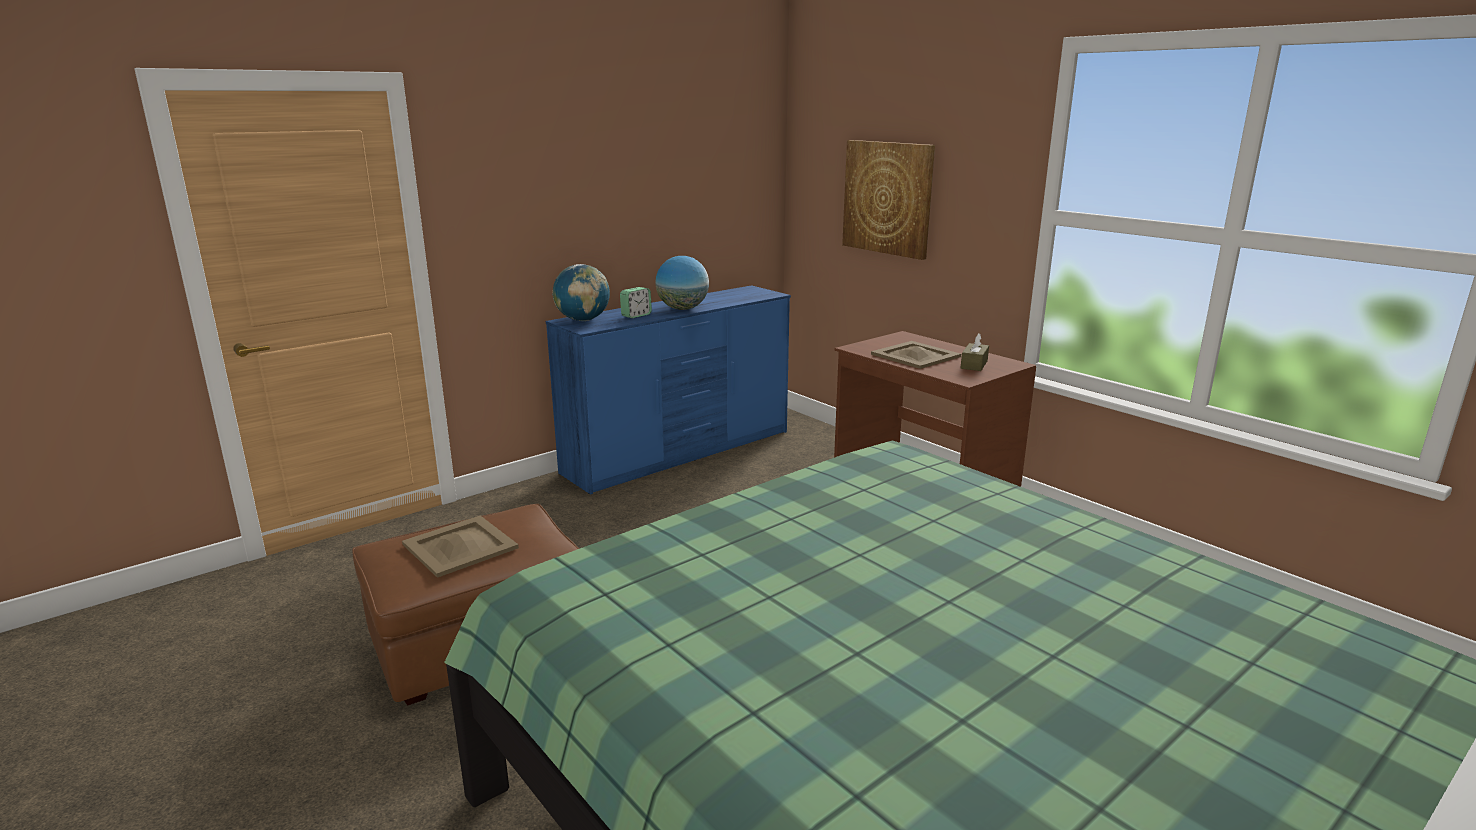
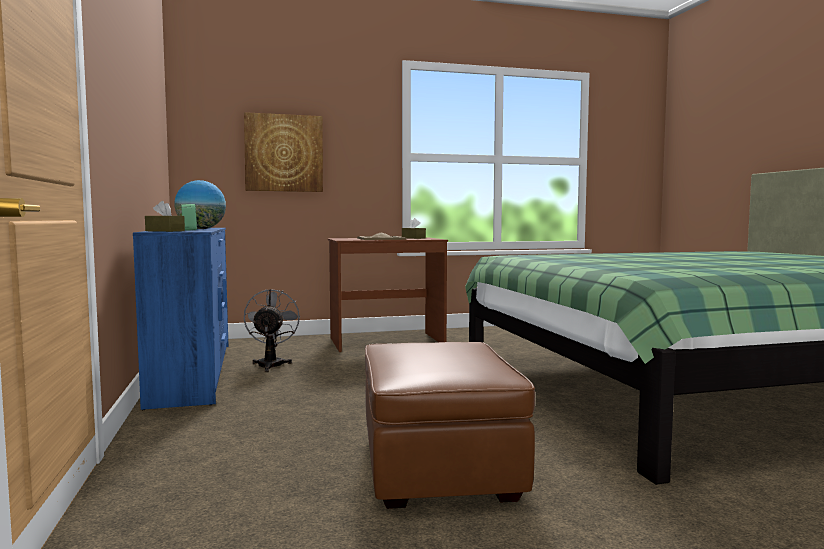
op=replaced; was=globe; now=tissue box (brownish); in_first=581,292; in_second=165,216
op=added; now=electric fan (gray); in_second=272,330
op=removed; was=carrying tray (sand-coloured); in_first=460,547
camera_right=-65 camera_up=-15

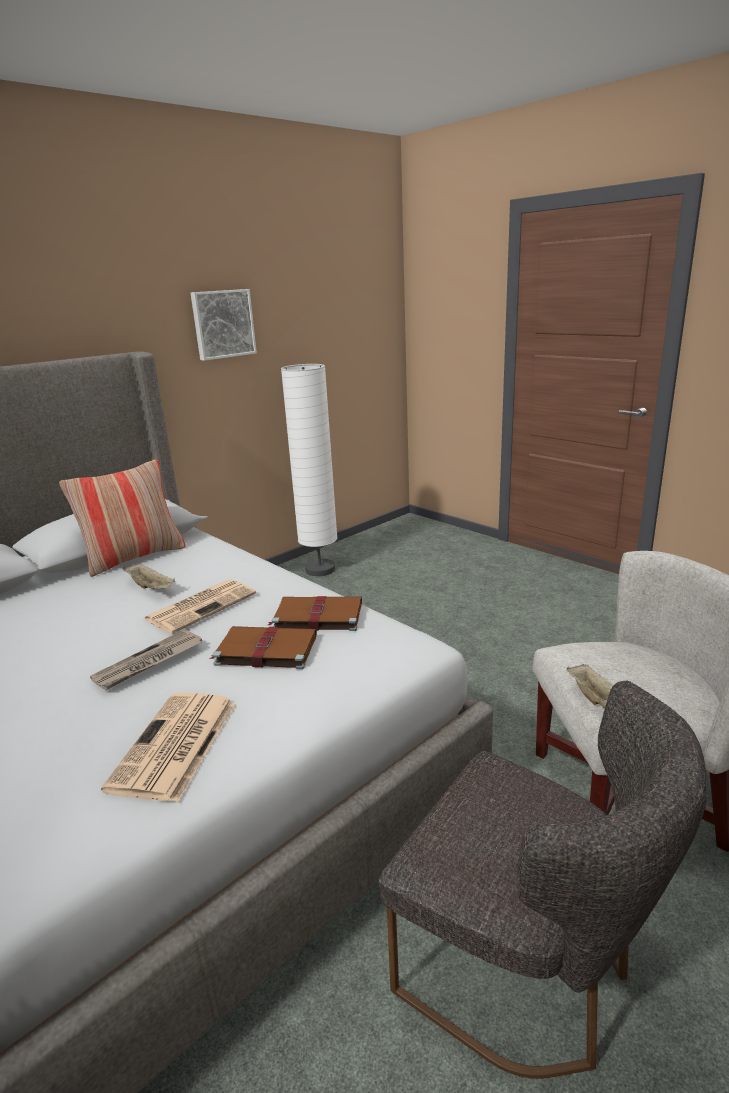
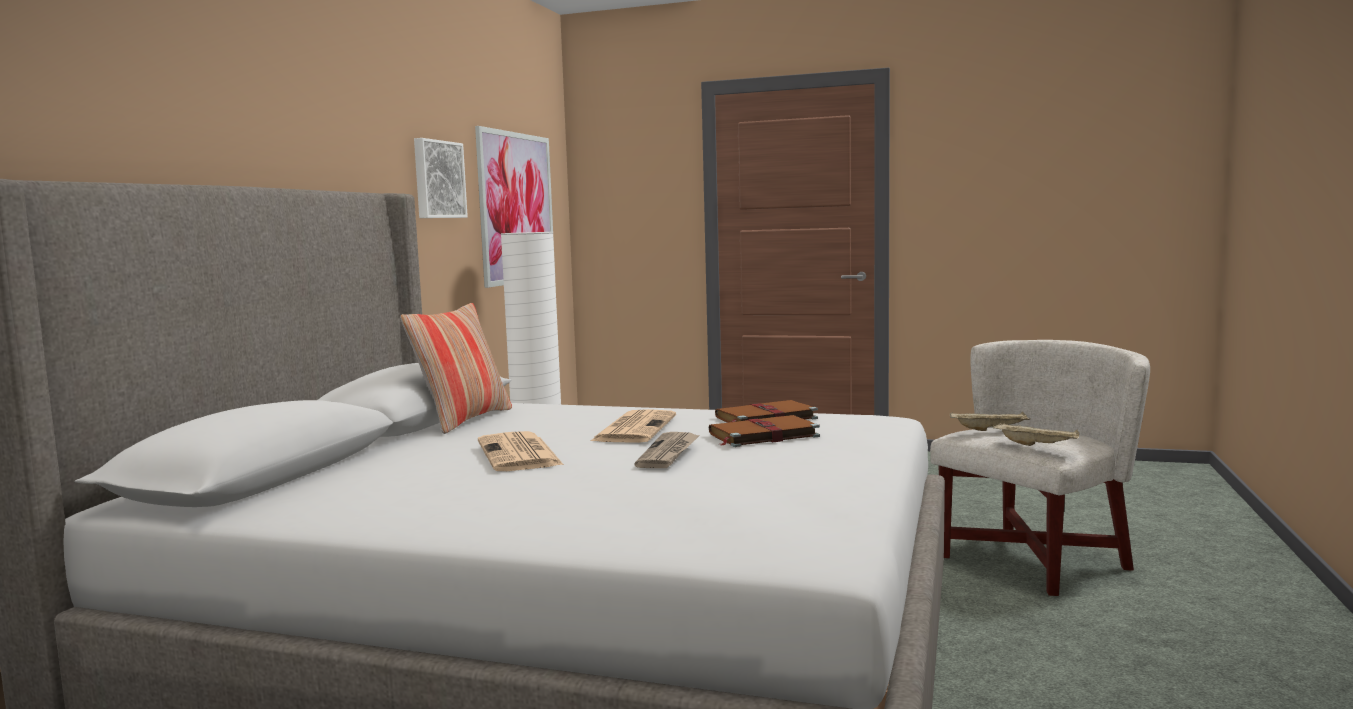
op=added; now=wall picture; in_second=515,207
op=moved; was=daily paper; in_first=168,747; in_second=521,451
op=moved; was=carrying tray (sand-coloured); in_first=149,576; in_second=990,421
op=removed; was=plain chair (gray); in_first=542,880
camera_right=-30 camera_up=-15

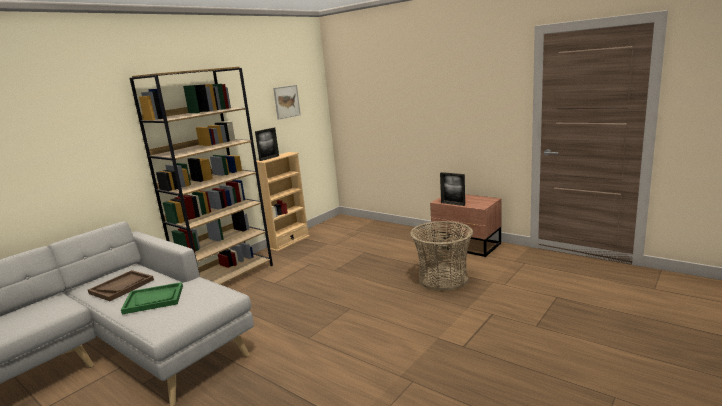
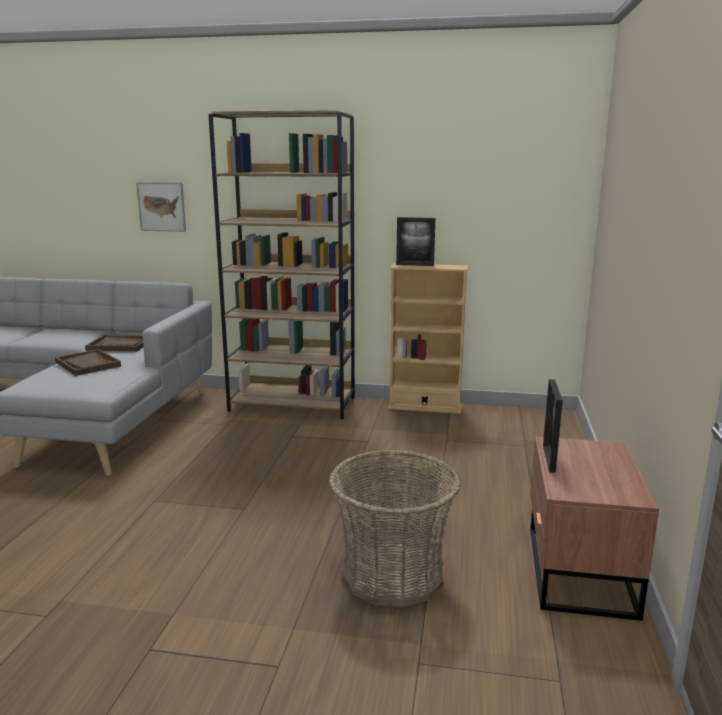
op=recoloured; was=carrying tray (green); now=carrying tray (brownish); in_first=152,298; in_second=88,362
op=moved; was=wall picture; in_first=287,102; in_second=161,207
camera_right=60 camera_up=0

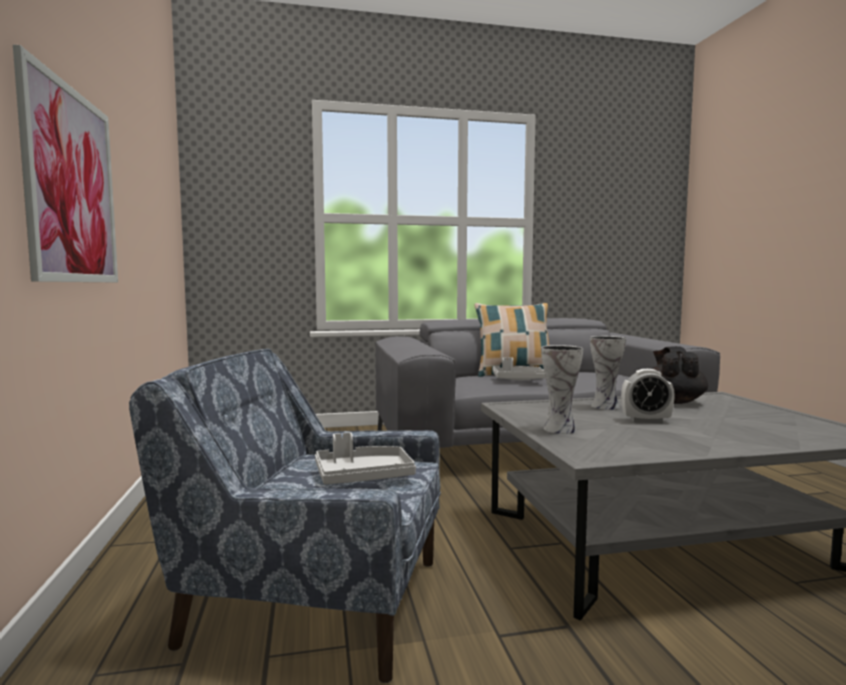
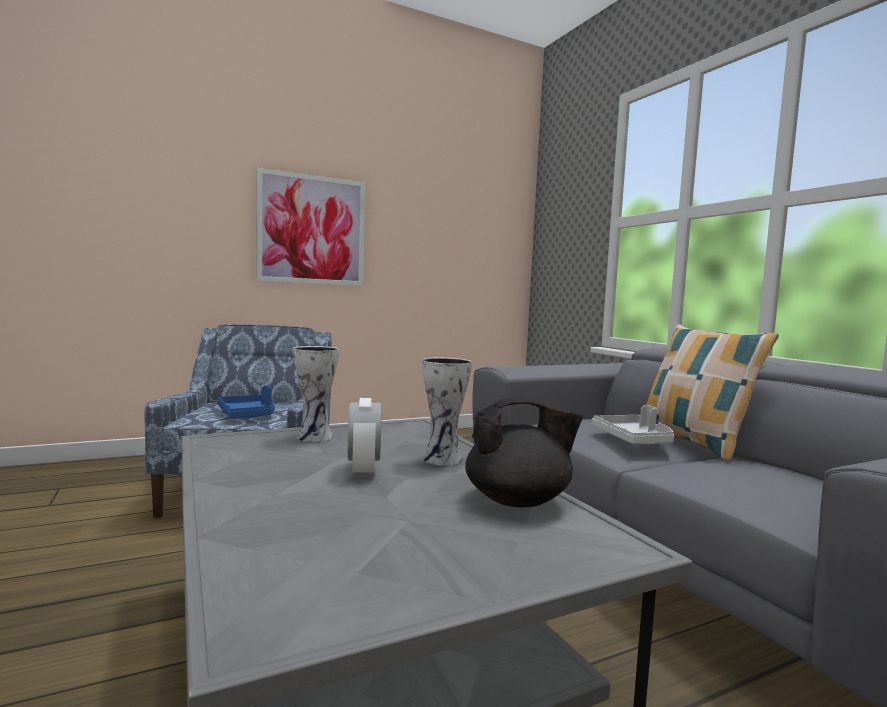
op=recoloured; was=carrying tray (gray); now=carrying tray (blue-coloured); in_first=365,458; in_second=246,402
camera_right=75 camera_up=0

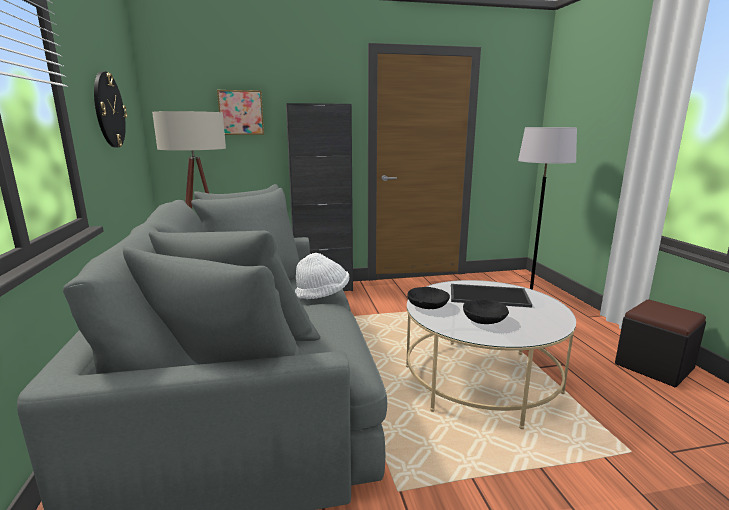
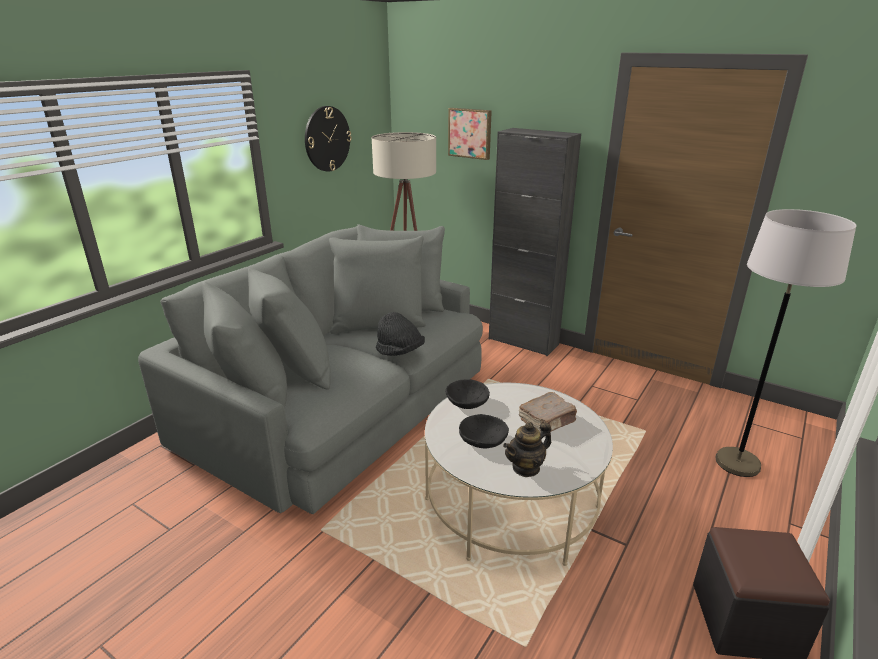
op=recoloured; was=clothing hat (whitish); now=clothing hat (black-coloured); in_first=322,276; in_second=400,334
op=added; now=tea pot; in_second=527,449
op=replaced; was=carrying tray; now=bound book (brownish); in_first=491,295; in_second=548,412
camera_right=45 camera_up=10

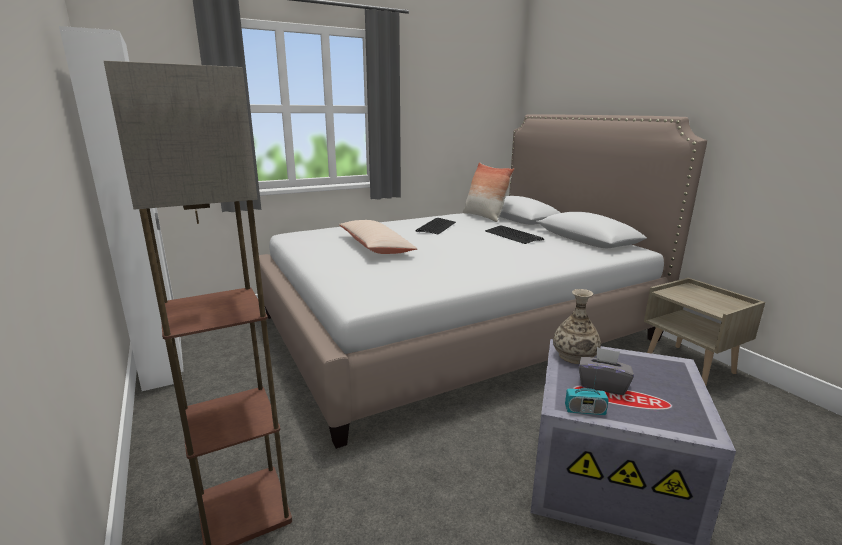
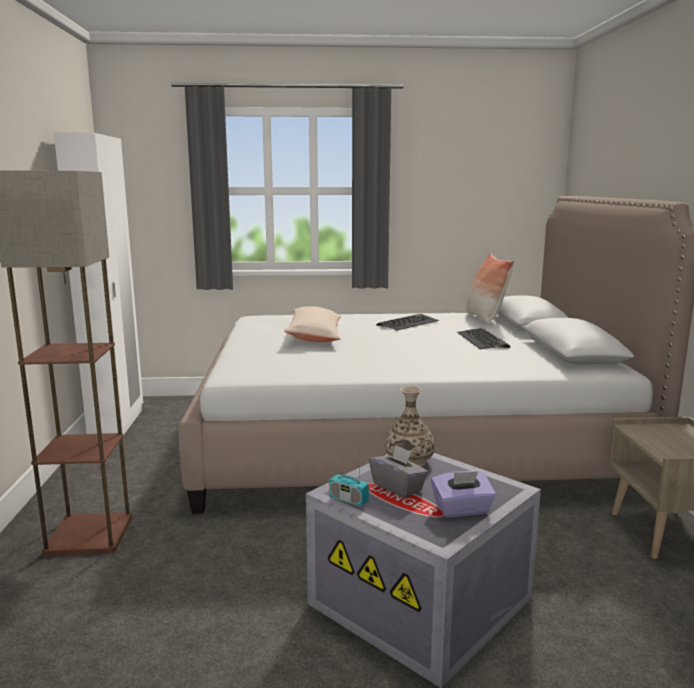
op=added; now=tissue box (purple); in_second=463,494
camera_right=25 camera_up=-5

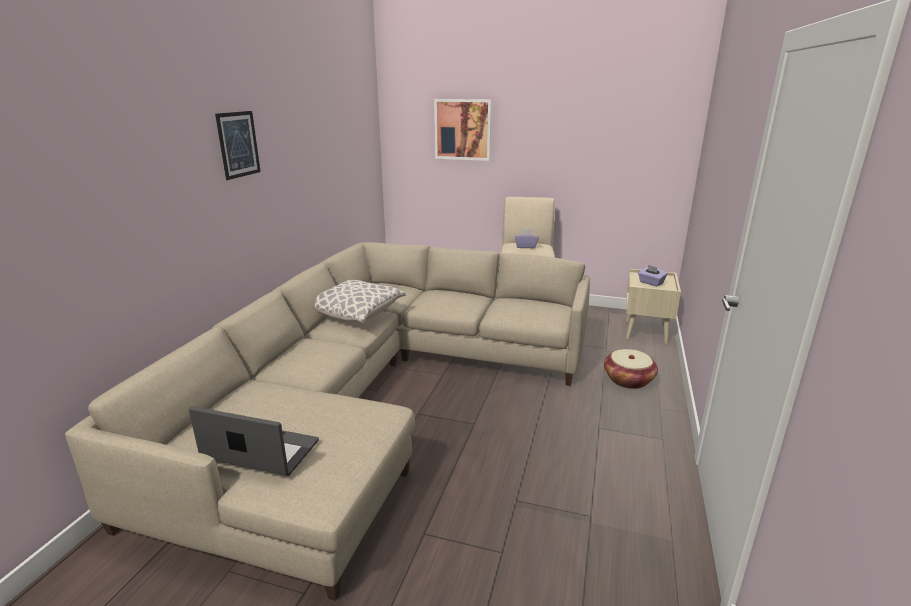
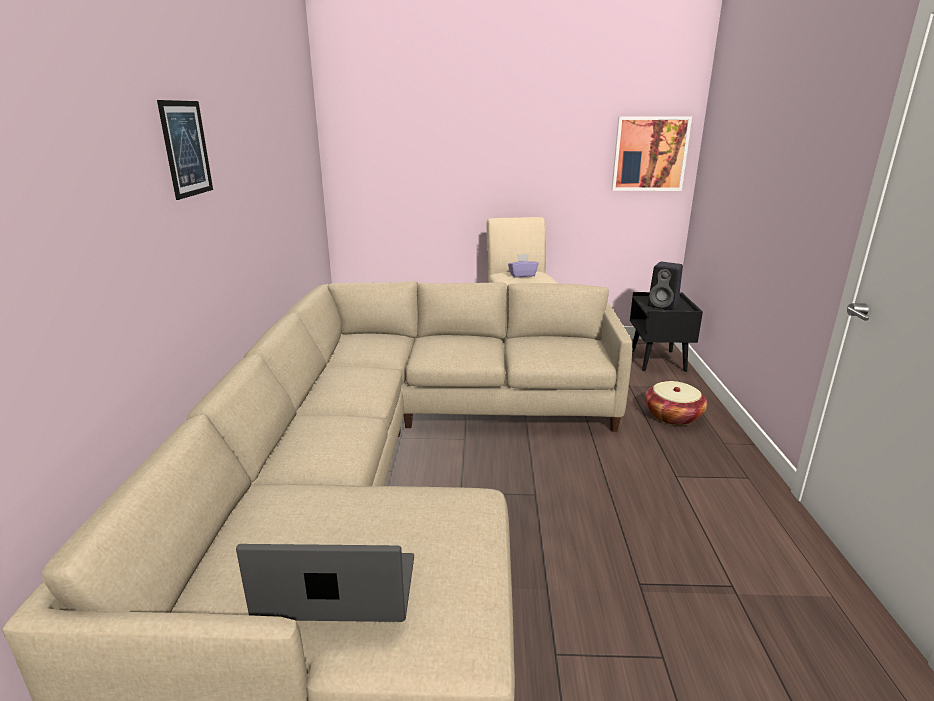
op=moved; was=wall picture; in_first=463,130; in_second=651,153
op=recoloured; was=nightstand (sand-coloured); now=nightstand (black-coloured); in_first=653,306; in_second=666,332
op=replaced; was=tissue box (purple); now=audio speaker (black-coloured); in_first=652,276; in_second=665,286
op=removed; was=cushion; in_first=360,301
camera_right=-15 camera_up=0

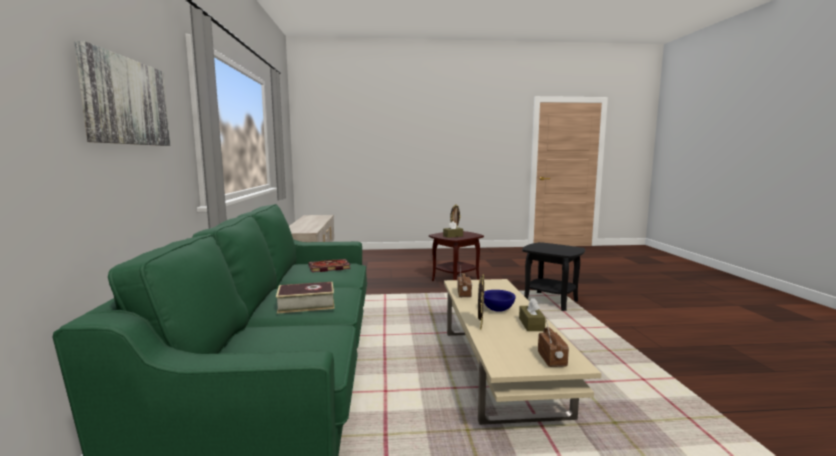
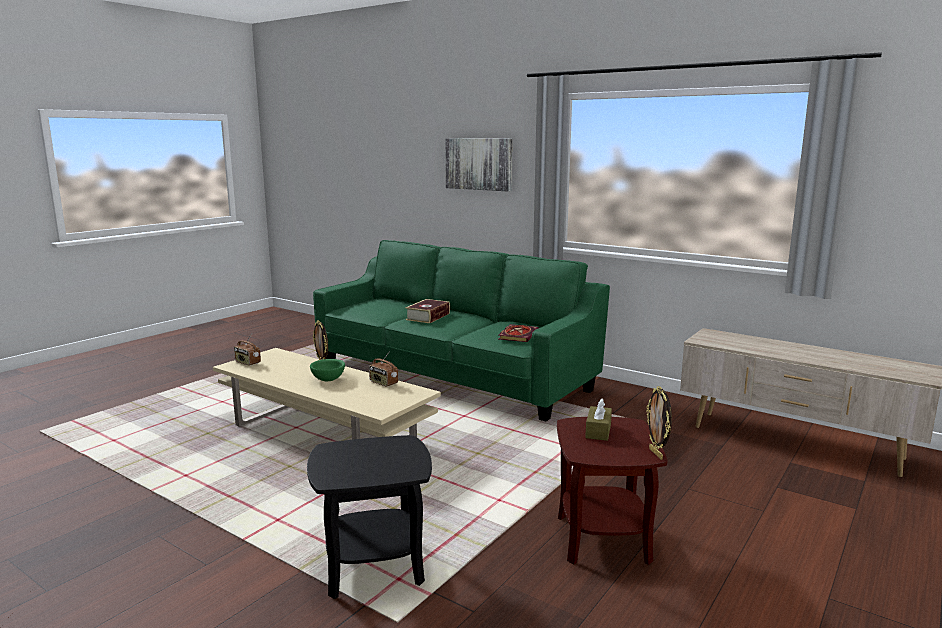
op=recoloured; was=deep dish (blue-coloured); now=deep dish (green); in_first=500,301; in_second=327,370
op=removed; was=tissue box (brownish); in_first=532,314
camera_right=130 camera_up=5

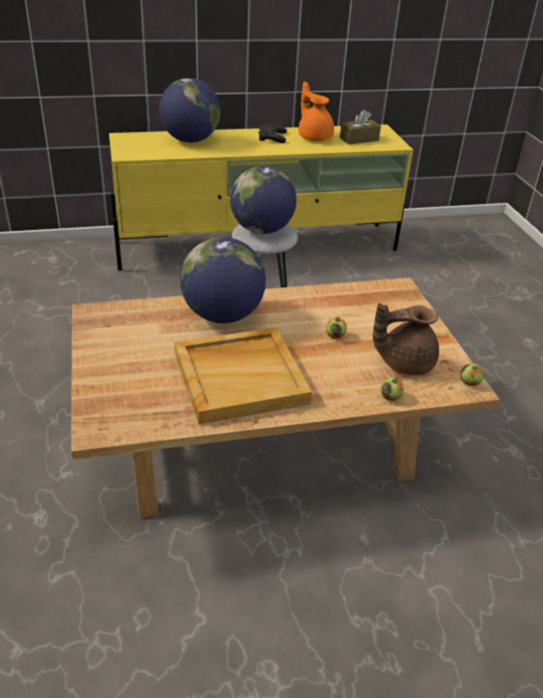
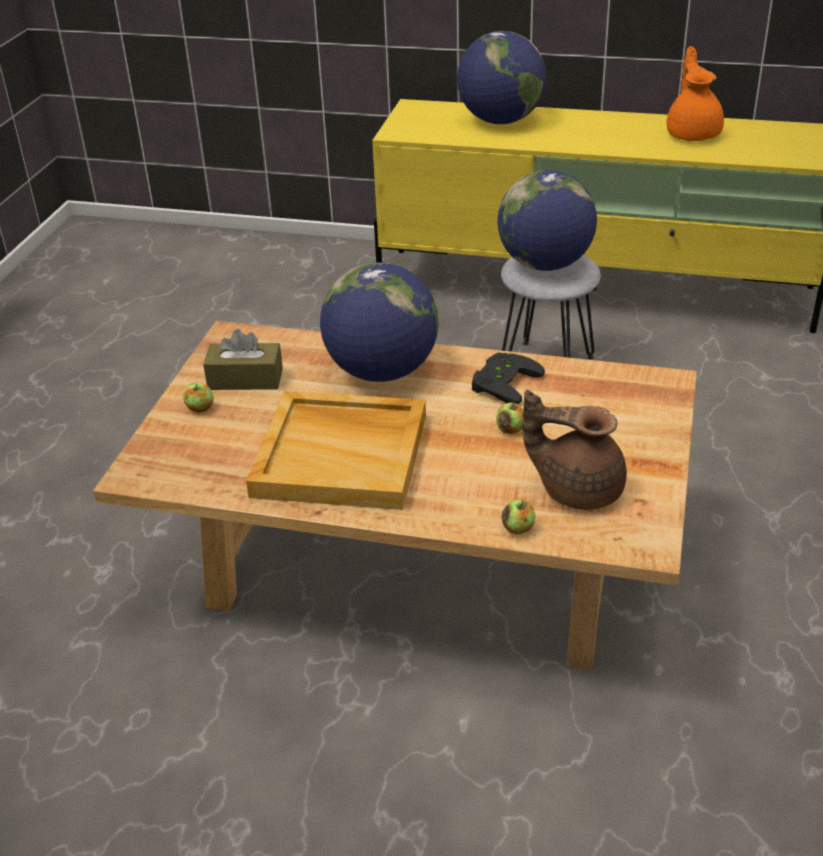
op=moved; was=apple fruit; in_first=472,374; in_second=198,397
op=moved; was=tissue box (brownish); in_first=360,127; in_second=243,359
op=moved; was=joypad (black-coloured); in_first=273,133; in_second=508,378
camera_right=30 camera_up=0

